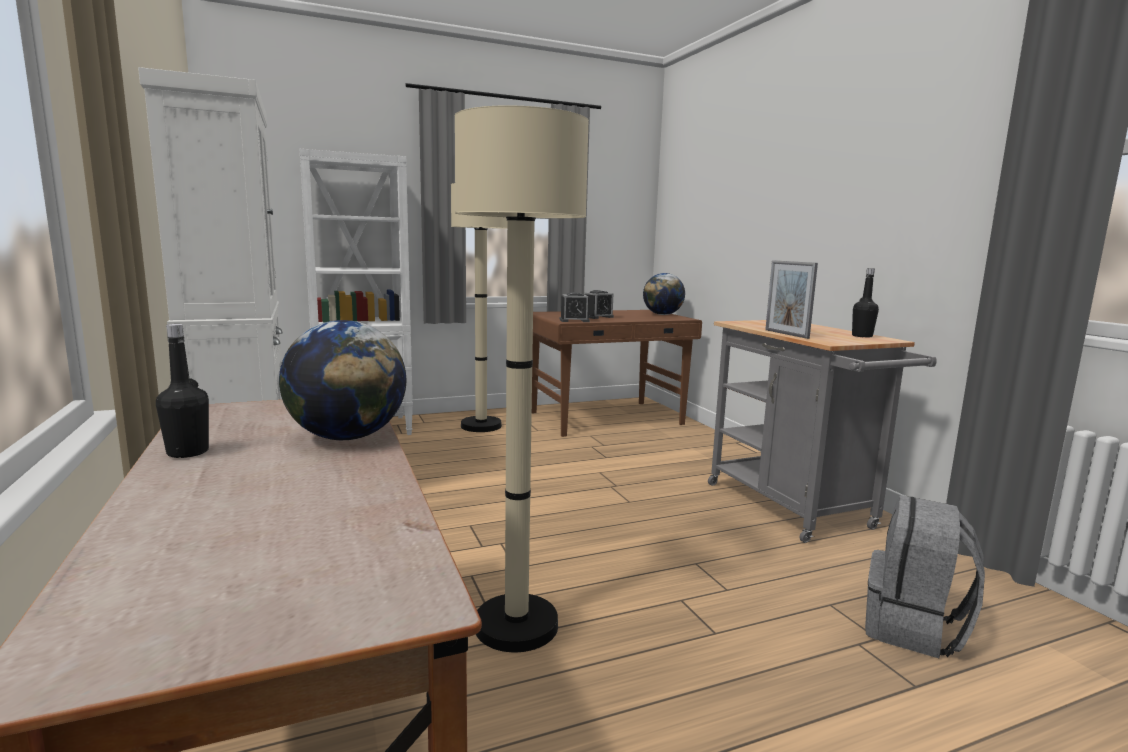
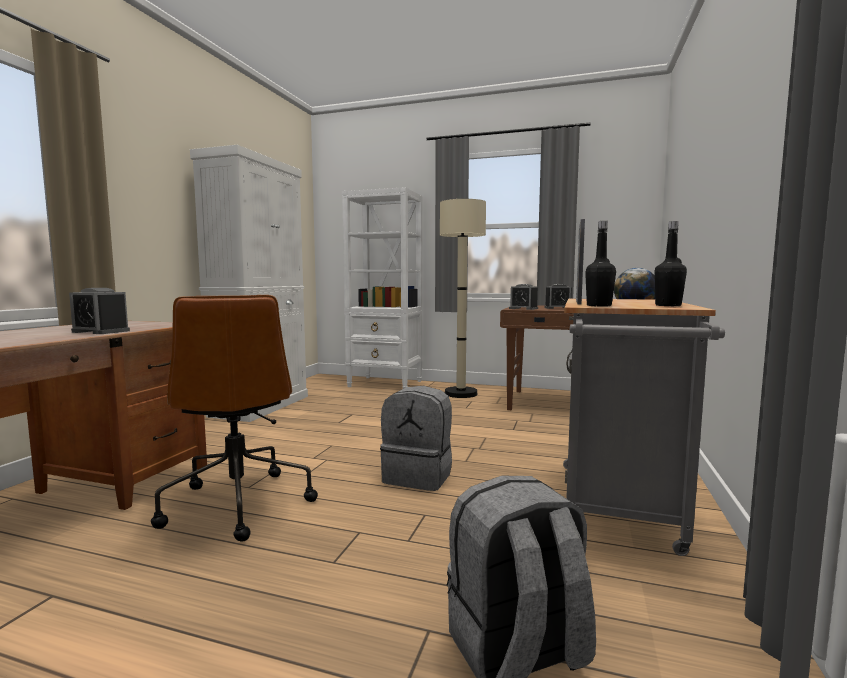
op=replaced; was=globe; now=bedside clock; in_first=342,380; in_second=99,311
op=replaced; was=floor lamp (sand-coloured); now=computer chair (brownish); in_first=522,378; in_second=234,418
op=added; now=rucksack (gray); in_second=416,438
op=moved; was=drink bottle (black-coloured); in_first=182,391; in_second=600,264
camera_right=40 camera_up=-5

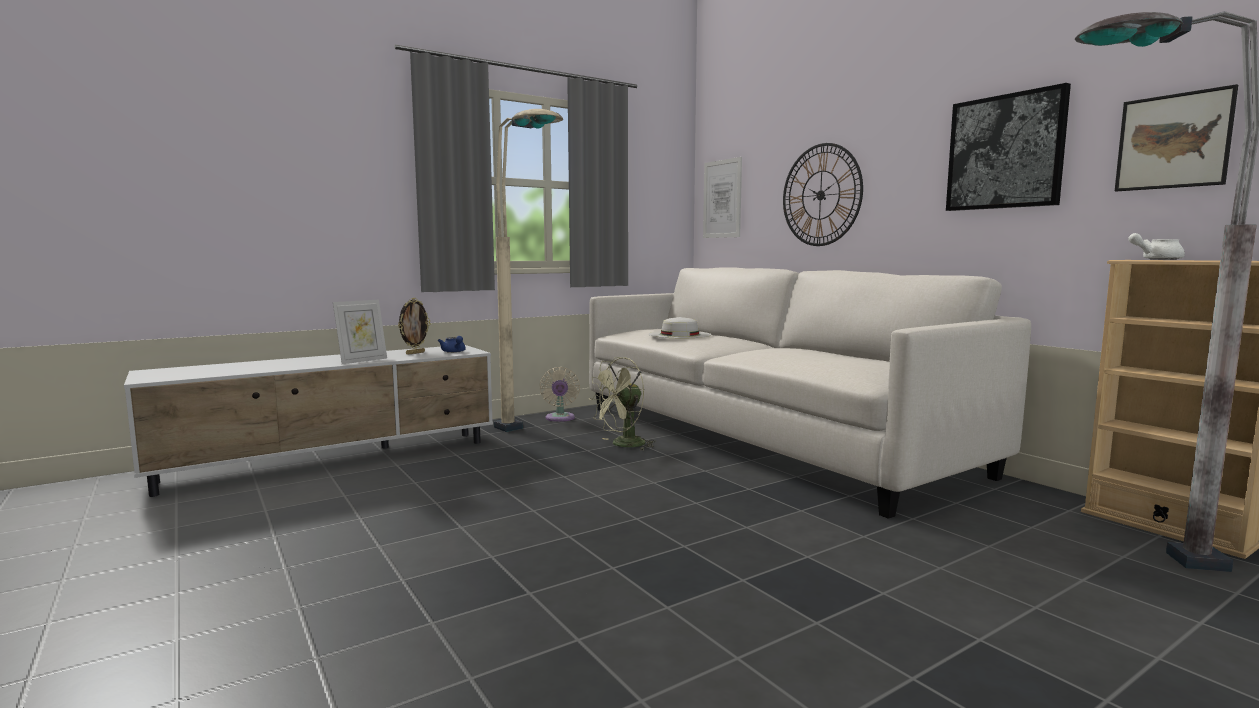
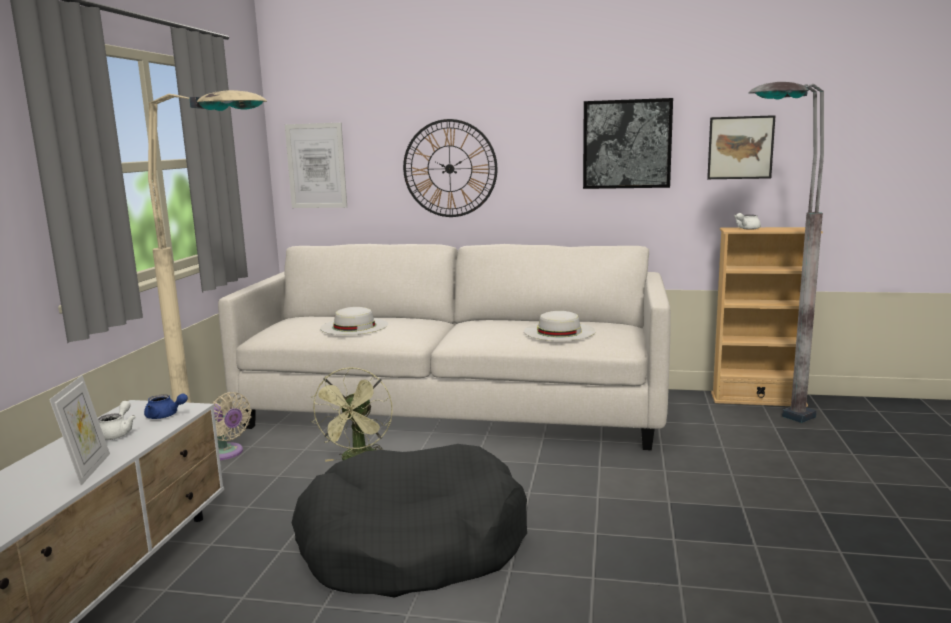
op=replaced; was=photo frame; now=tea pot (whitish); in_first=414,326; in_second=117,420
op=added; now=dog bed (black-coloured); in_second=409,521
op=added; now=clothing hat (whitish); in_second=559,326
camera_right=-45 camera_up=5

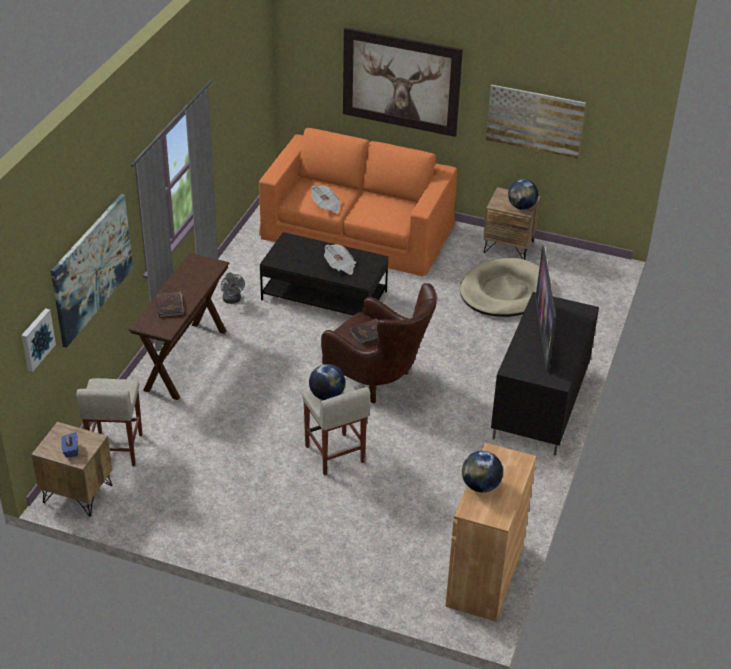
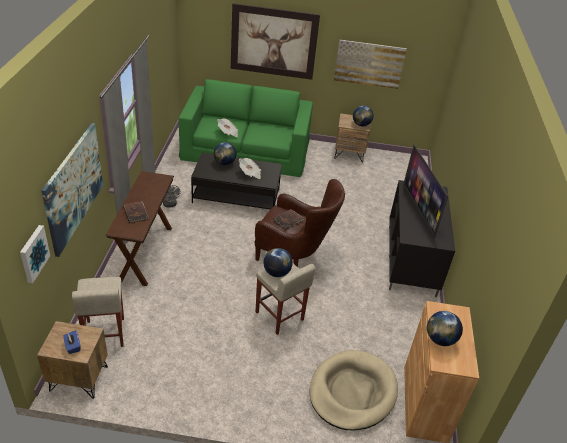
op=recoloured; was=sofa (orange); now=sofa (green); in_first=358,202; in_second=246,128
op=added; now=globe; in_second=225,153
op=moved; was=dog bed (sand-coloured); in_first=505,287; in_second=353,390
camera_right=-15 camera_up=0

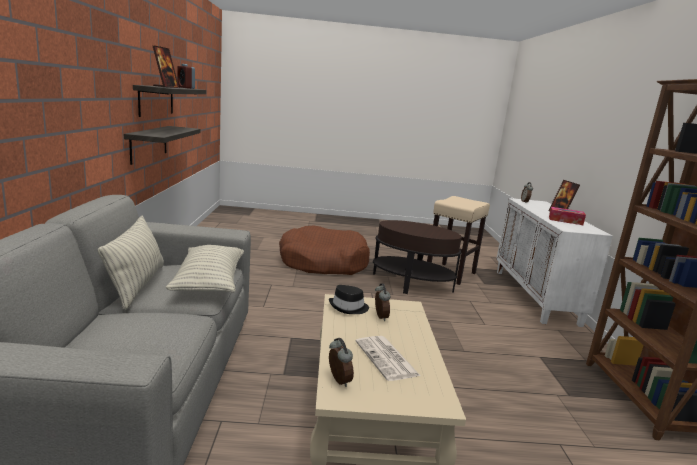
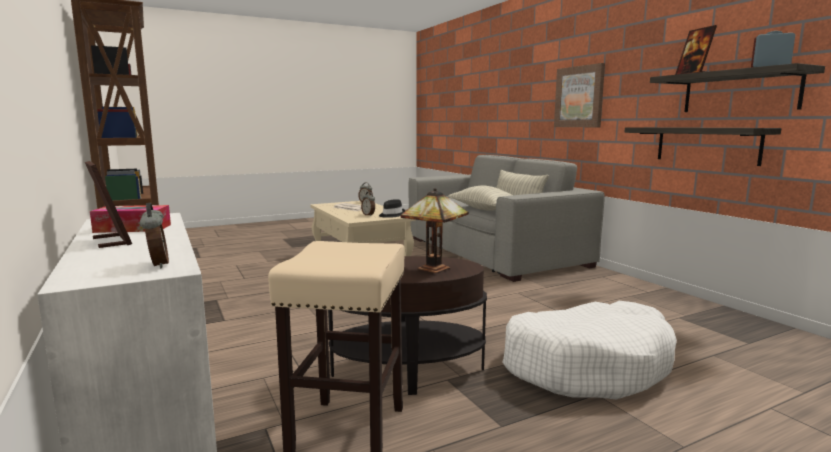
op=added; now=tabletop lamp; in_second=434,230
op=recoloured; was=dog bed (brownish); now=dog bed (whitish); in_first=324,250; in_second=589,350
op=added; now=wall picture; in_second=579,95
camera_right=155 camera_up=-5

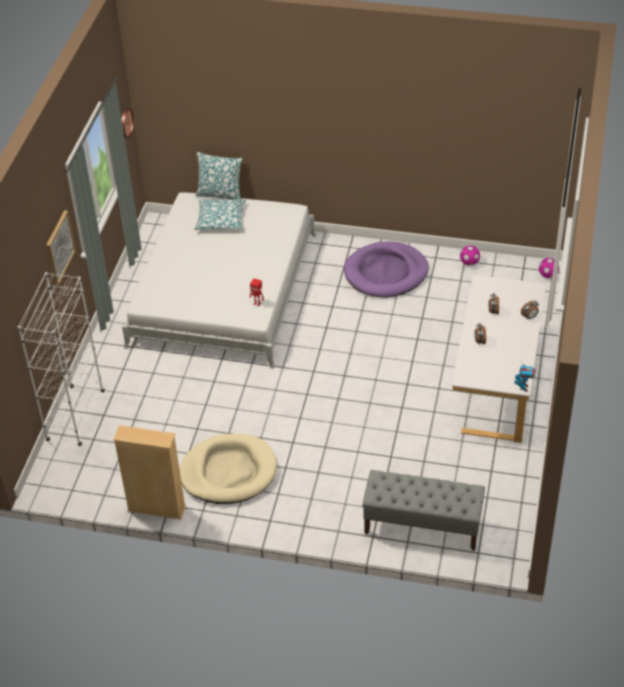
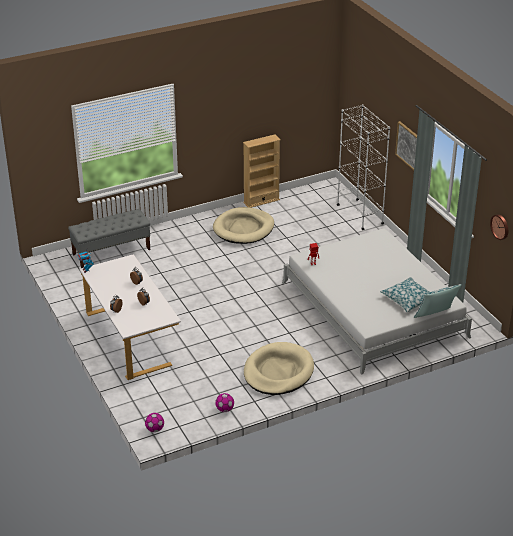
op=recoloured; was=dog bed (purple); now=dog bed (sand-coloured); in_first=386,269; in_second=279,368
camera_right=140 camera_up=-10

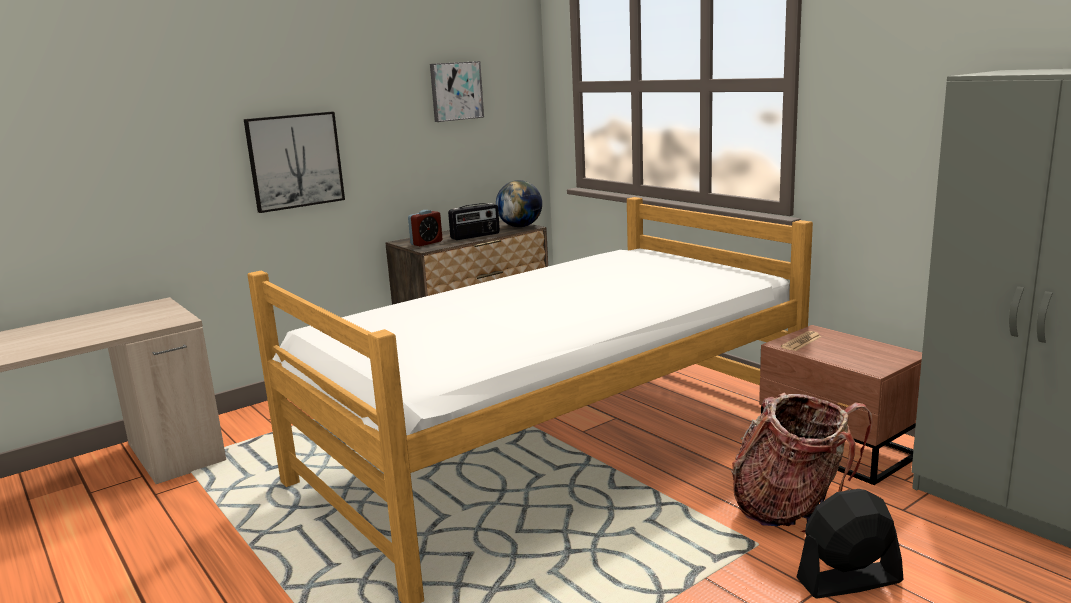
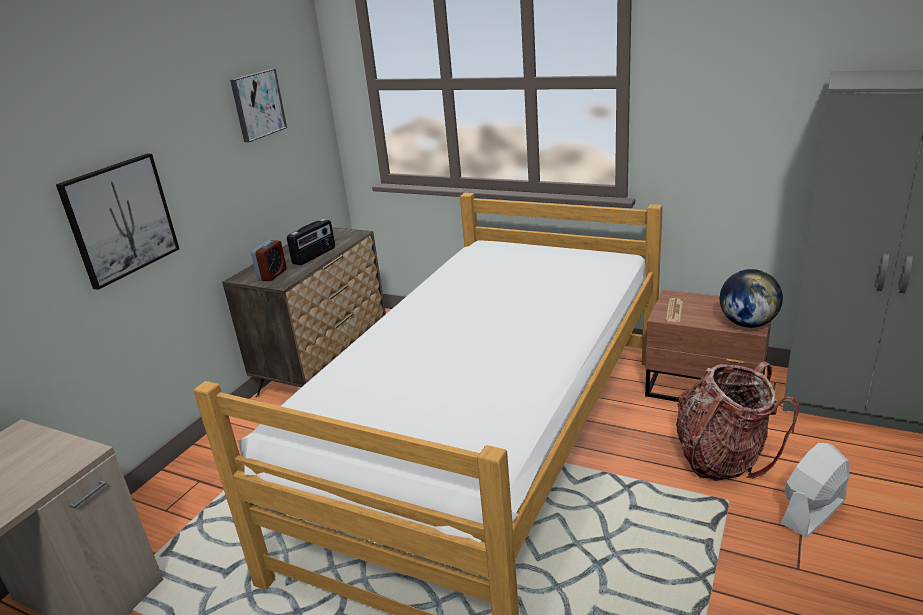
op=moved; was=globe; in_first=519,203; in_second=751,298
op=recoloured; was=electric fan (black-coloured); now=electric fan (whitish); in_first=850,544; in_second=815,490
camera_right=-25 camera_up=10

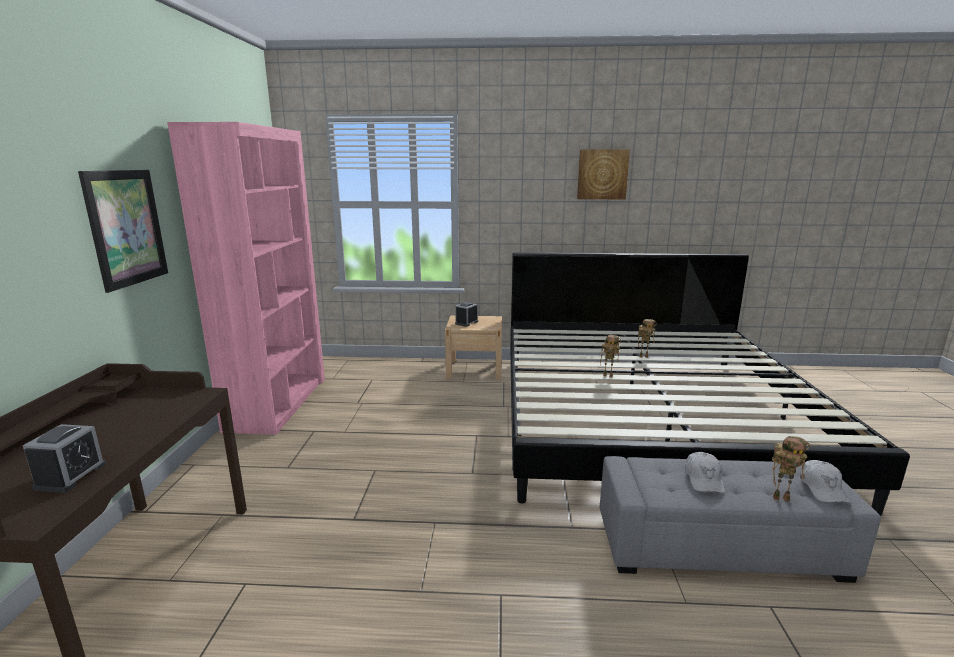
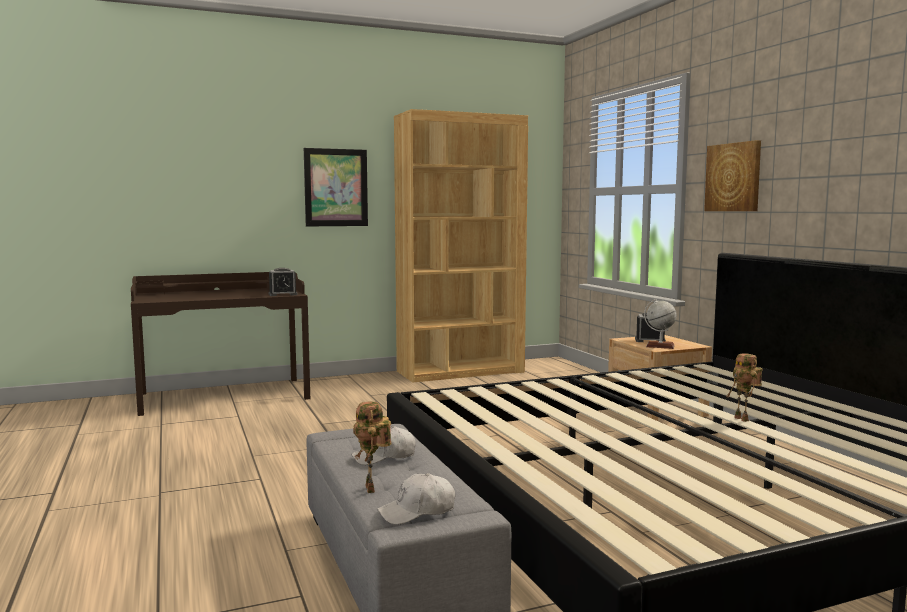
op=moved; was=bedside clock; in_first=64,458; in_second=283,282
op=recoloured; was=bookshelf (pinkish); now=bookshelf (brownish); in_first=246,278; in_second=461,246
op=added; now=globe; in_second=660,324
op=moved; was=wall picture; in_first=603,174; in_second=732,175
op=removed; was=toy robot; in_first=610,356
camera_right=65 camera_up=-10

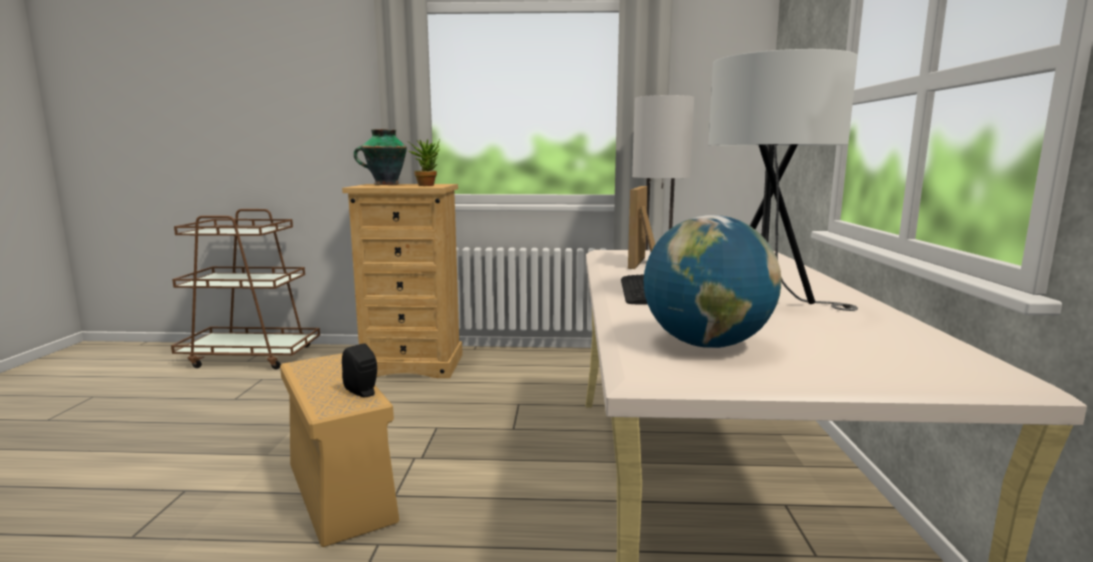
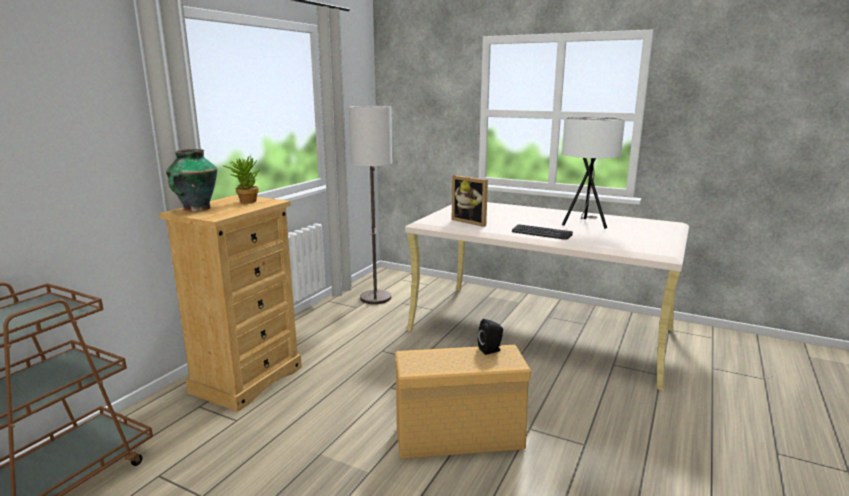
op=removed; was=globe; in_first=712,281
camera_right=-65 camera_up=5

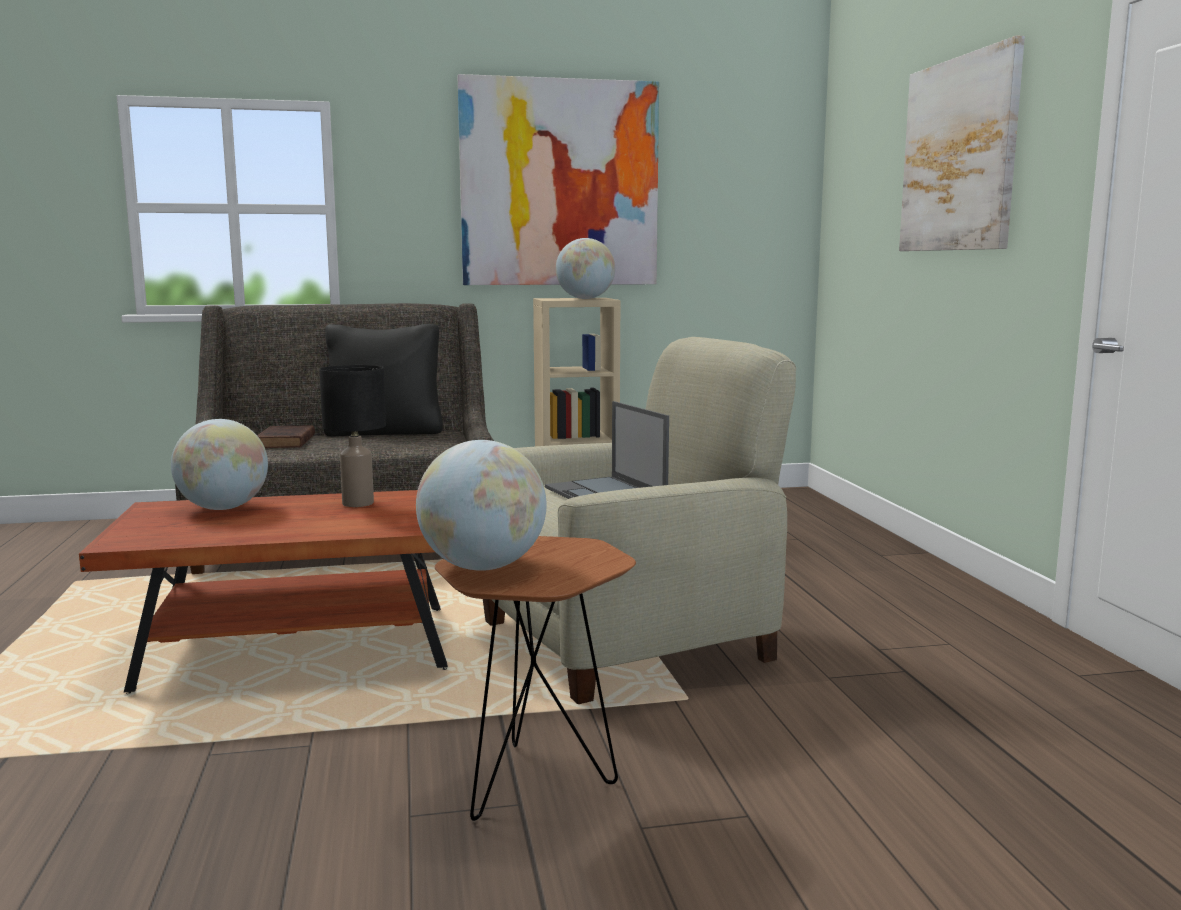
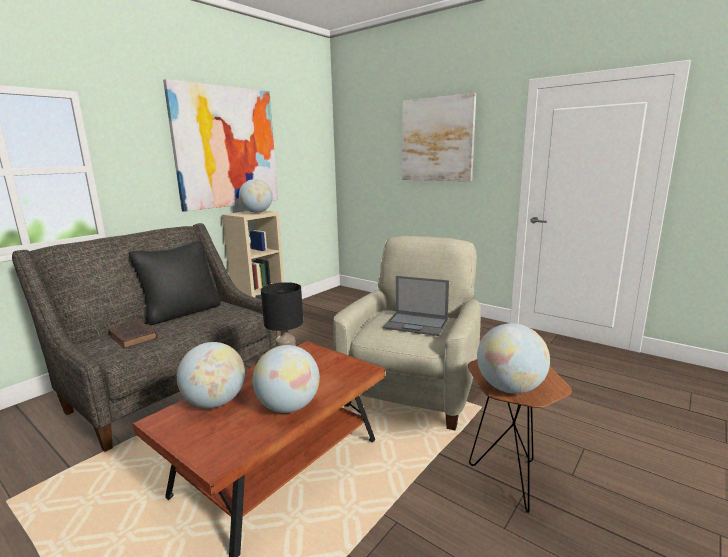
op=added; now=globe; in_second=286,379
camera_right=-40 camera_up=5

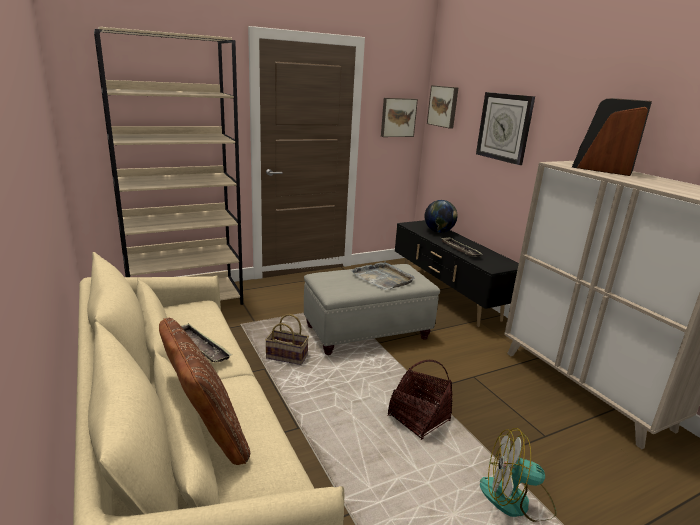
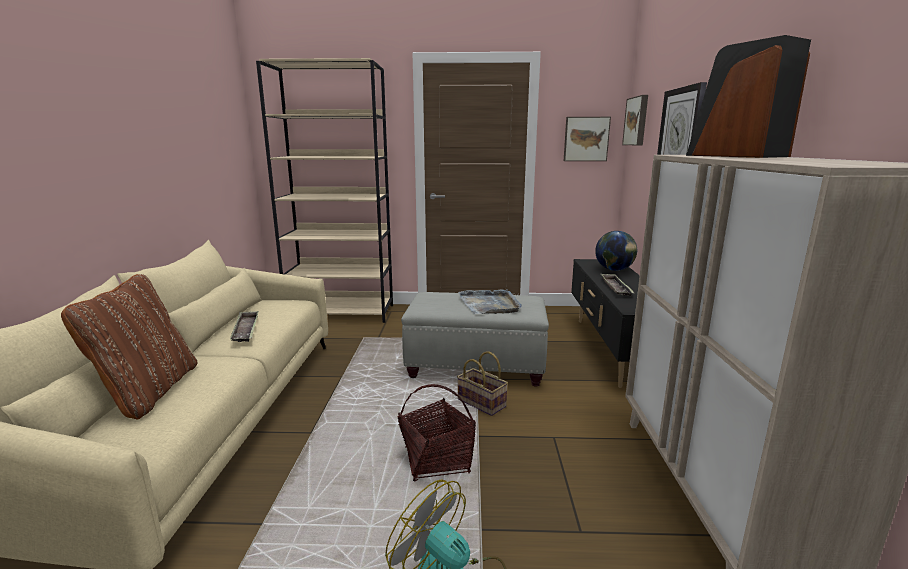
op=moved; was=household basket; in_first=287,339; in_second=482,383
camera_right=30 camera_up=-5

